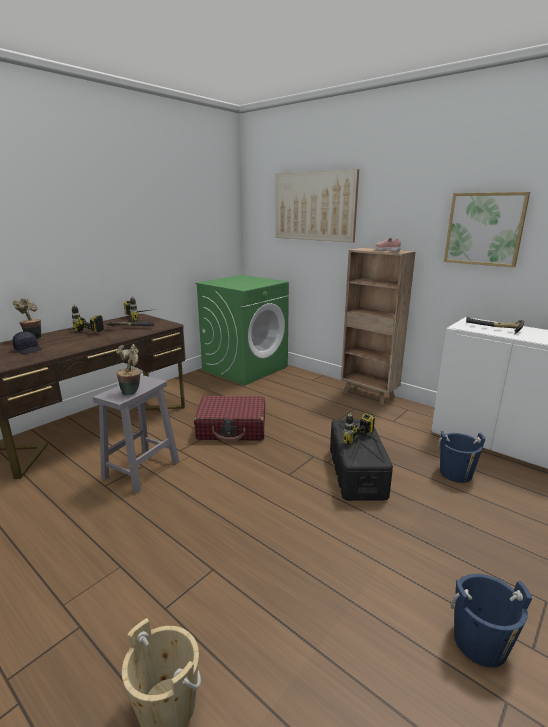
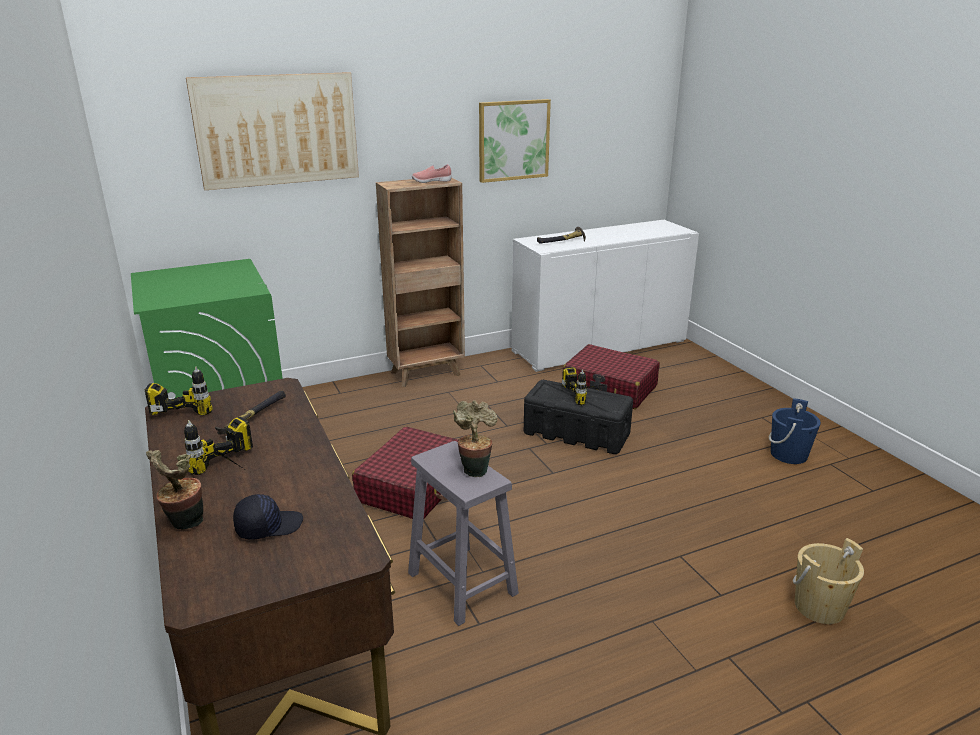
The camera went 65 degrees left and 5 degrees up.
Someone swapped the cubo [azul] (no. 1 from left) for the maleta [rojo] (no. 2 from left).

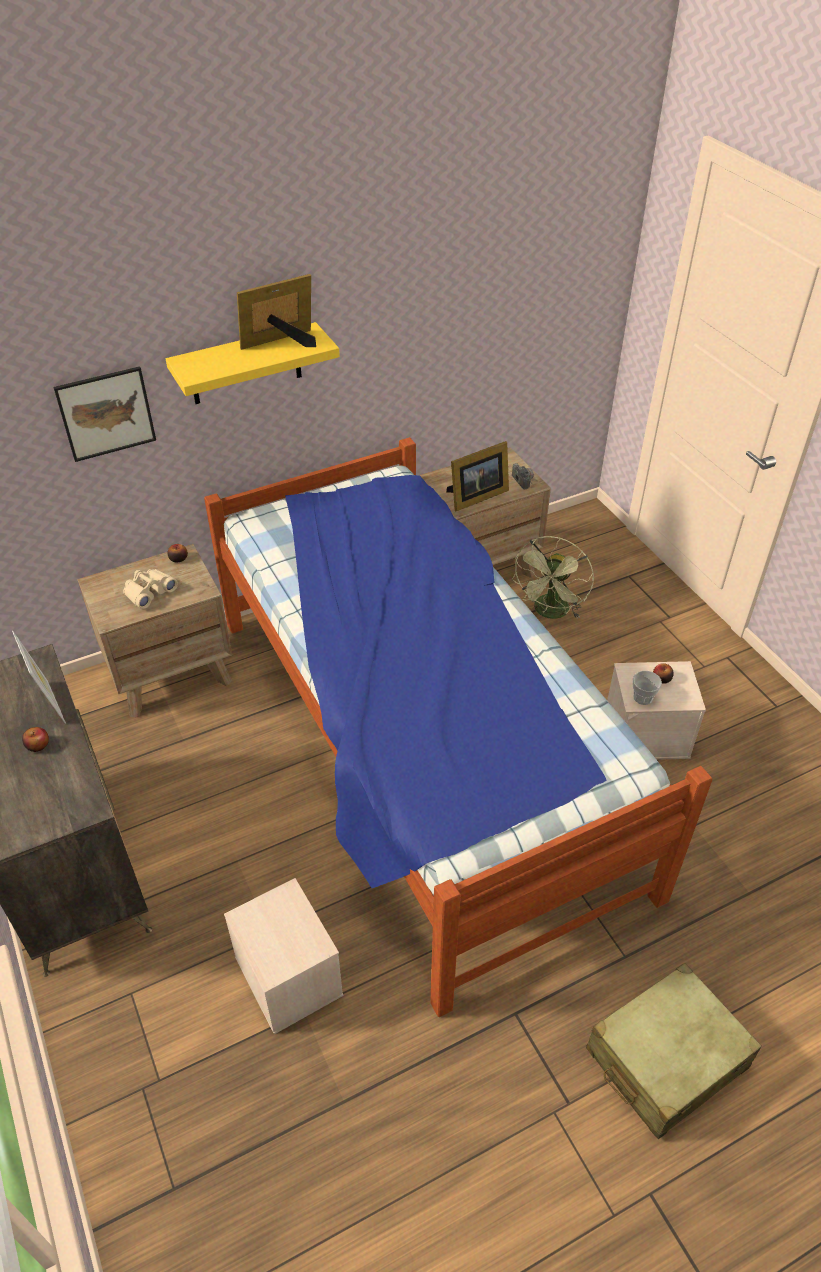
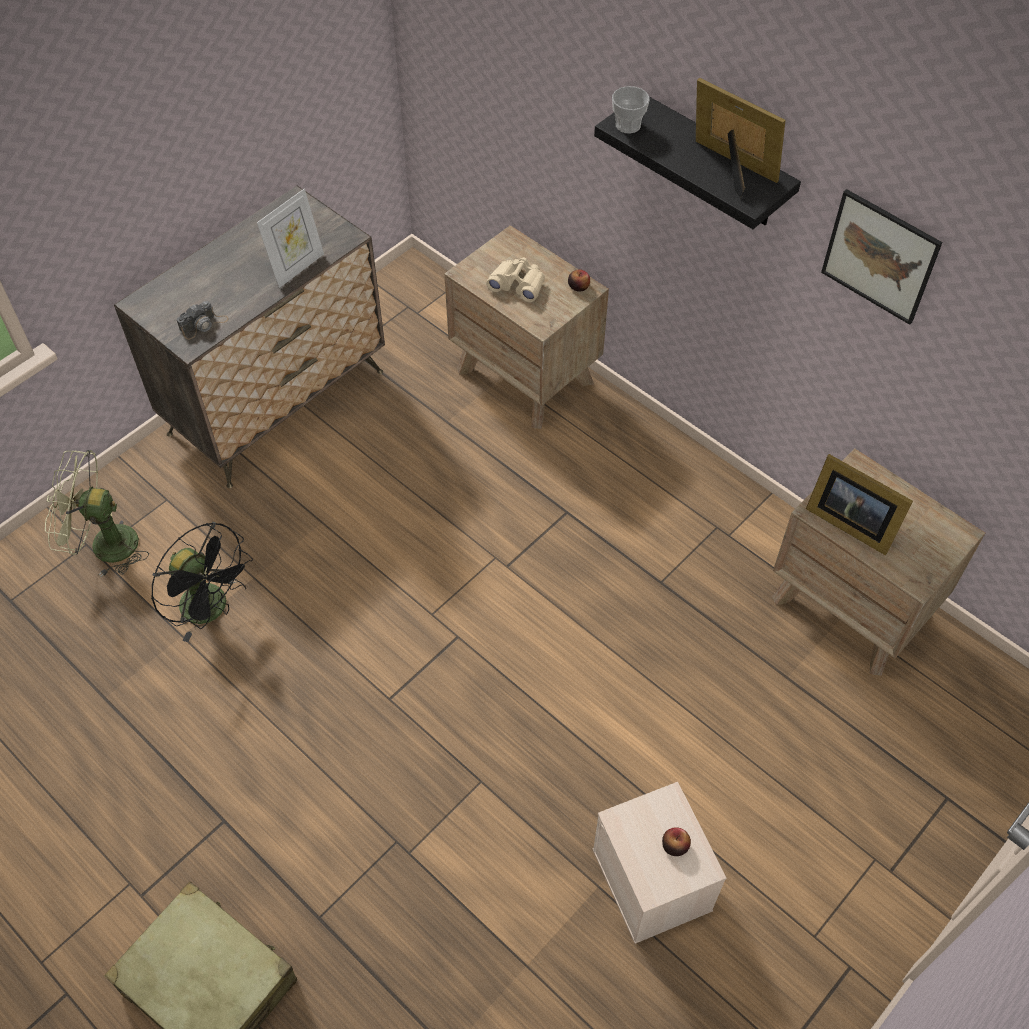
The camera went 70 degrees right and 10 degrees up.
Someone repainted the estante [amarillo], which became the estante [negro].
Someone carried the cuadro.
Someone took away the cama.
Someone carried the cámara.
Someone carried the ventilador [verde].
Someone carried the taza.
Someone took away the manzana (no. 1 from left).
Someone swapped the caja de almacenaje [beis] (no. 1 from left) for the ventilador [negro].

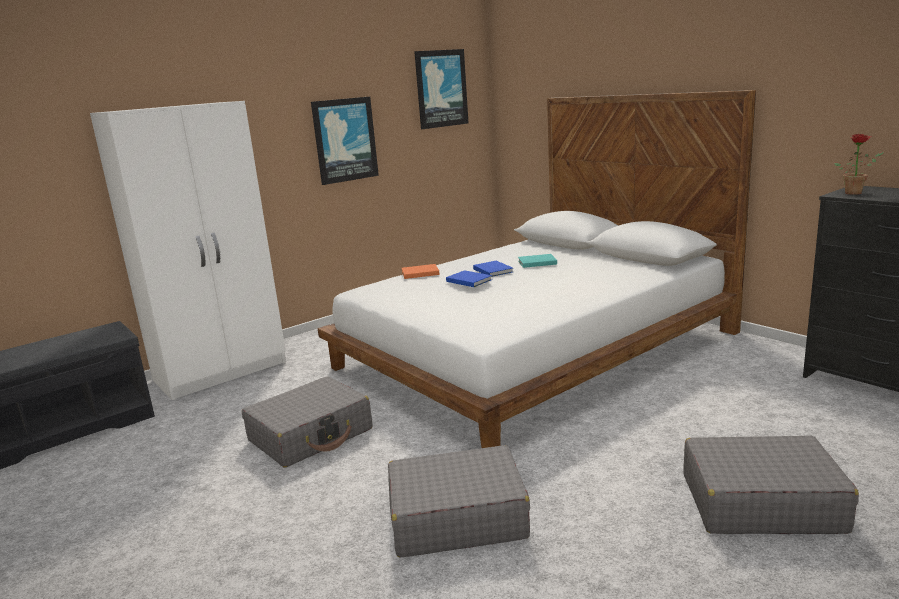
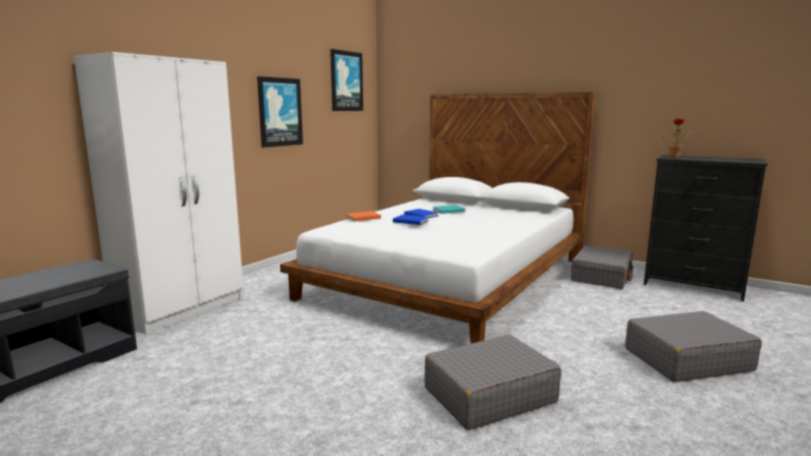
The camera went 20 degrees left and 5 degrees down.
Someone carried the maleta [gris] (no. 1 from left in the first image).

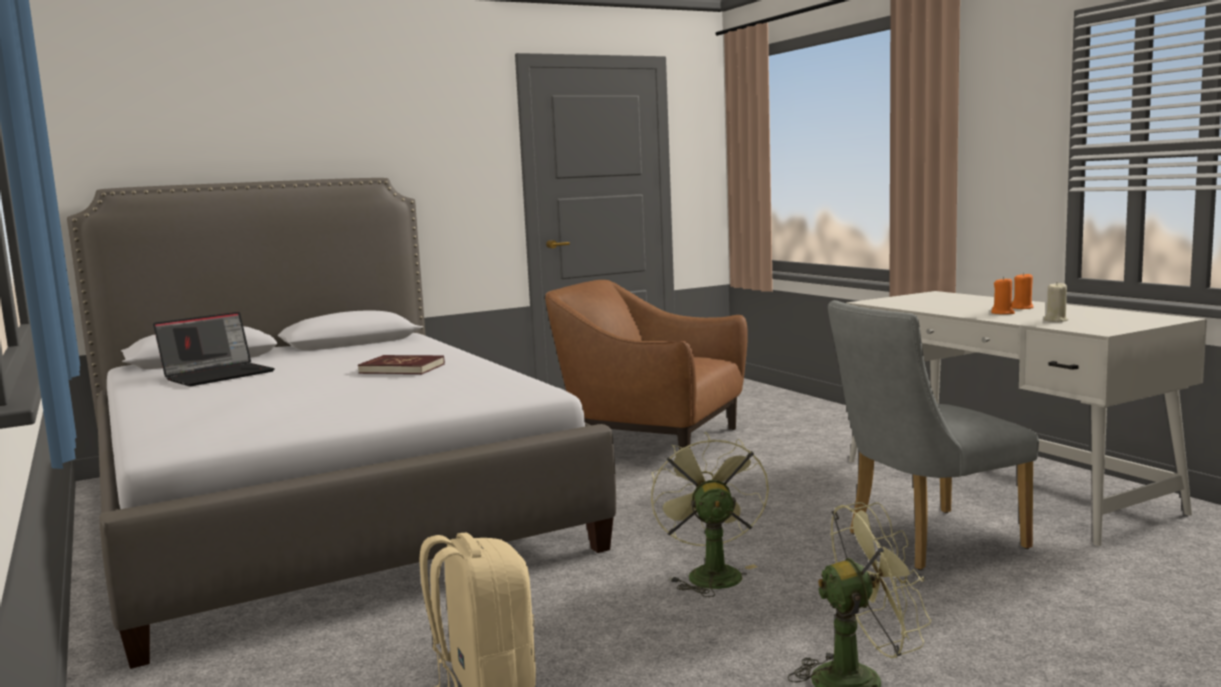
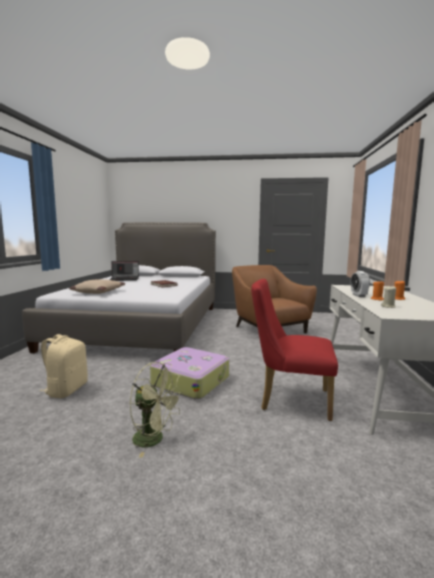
The camera went 35 degrees right and 0 degrees up.
Someone repainted the silla [gris], which became the silla [rojo].
Someone swapped the ventilador [verde] (no. 1 from left) for the maleta.
Someone put down the despertador.
Someone put down the cojín [beis].

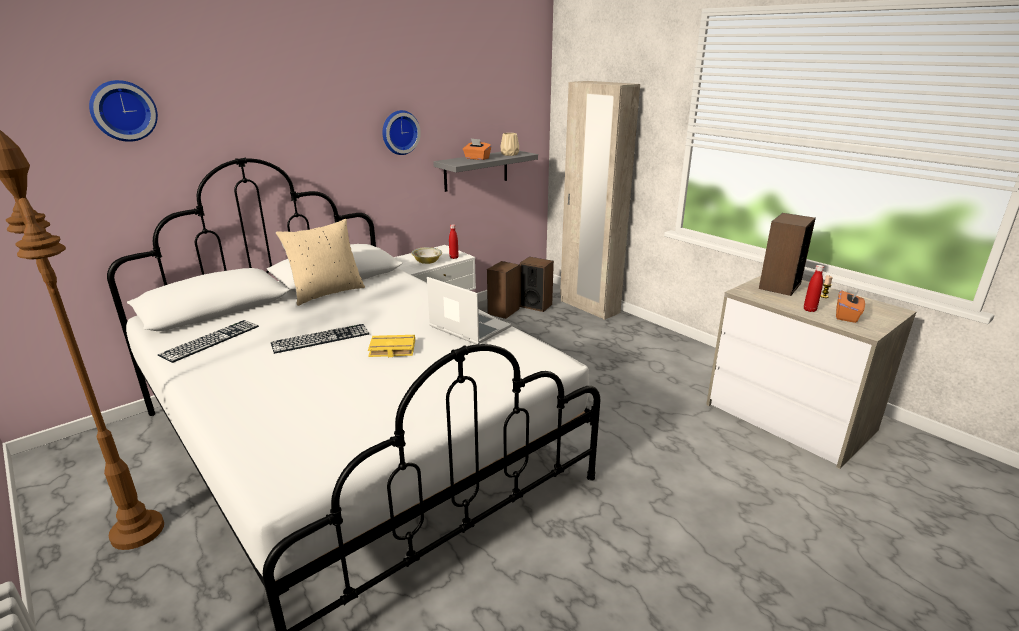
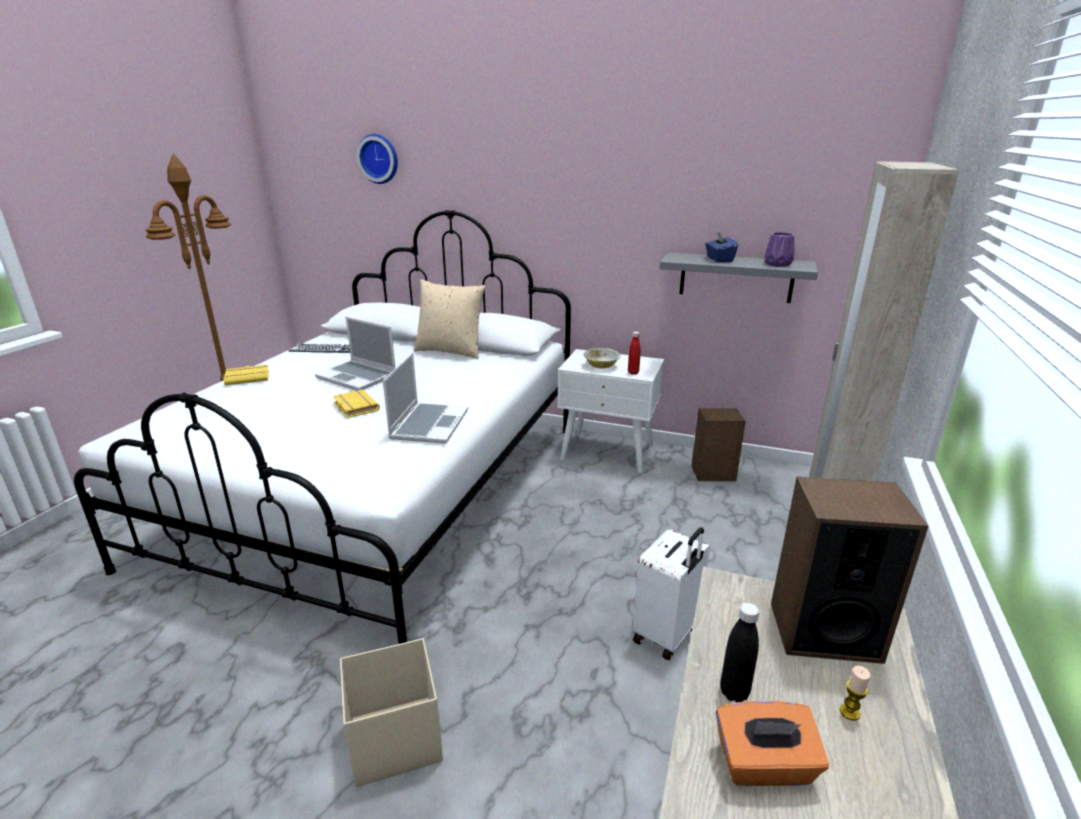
The camera went 60 degrees right and 0 degrees up.
Someone took away the reloj de pared (no. 2 from left).
Someone repainted the florero [beis], which became the florero [morado].
Someone repainted the caja de pañuelos [naranja] (no. 1 from left), which became the caja de pañuelos [azul].
Someone took away the altavoz (no. 2 from left).
Someone repainted the botella [rojo] (no. 2 from left), which became the botella [negro].
Someone swapped the teclado (no. 2 from left) for the portátil (no. 1 from left).
Someone put down the libro [amarillo] (no. 1 from left).
Someone put down the maleta [blanco].
Someone put down the caja de almacenaje [beis].

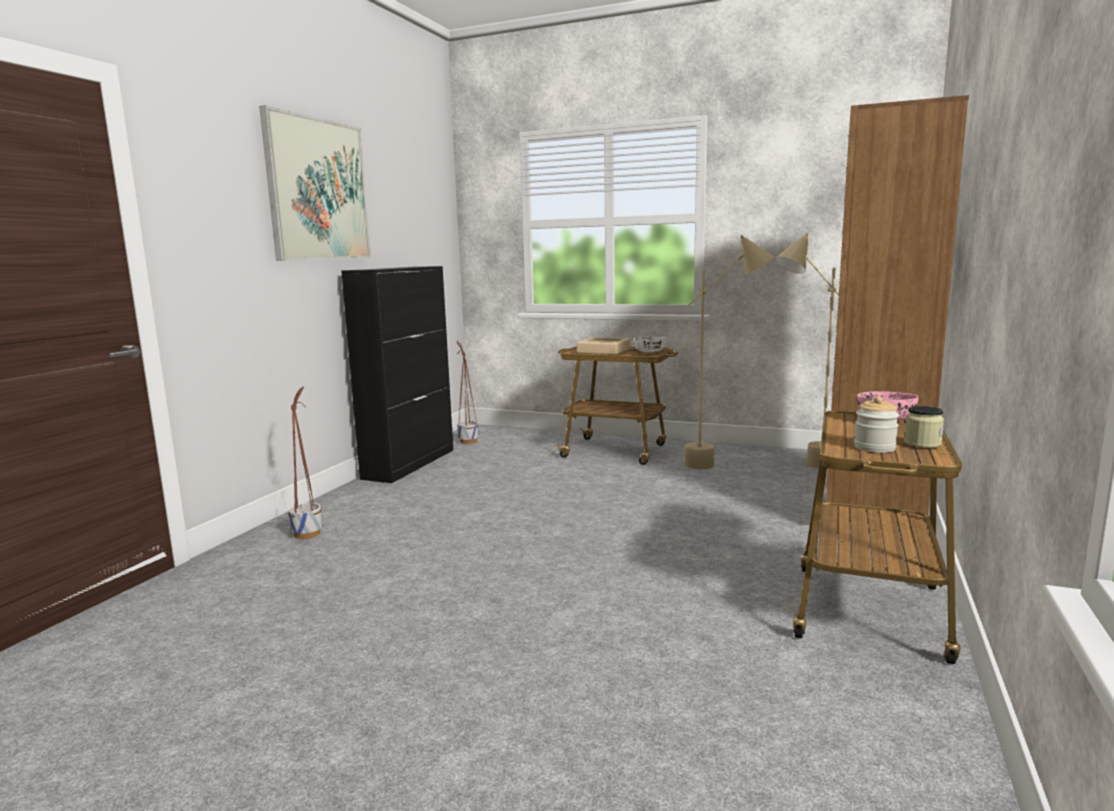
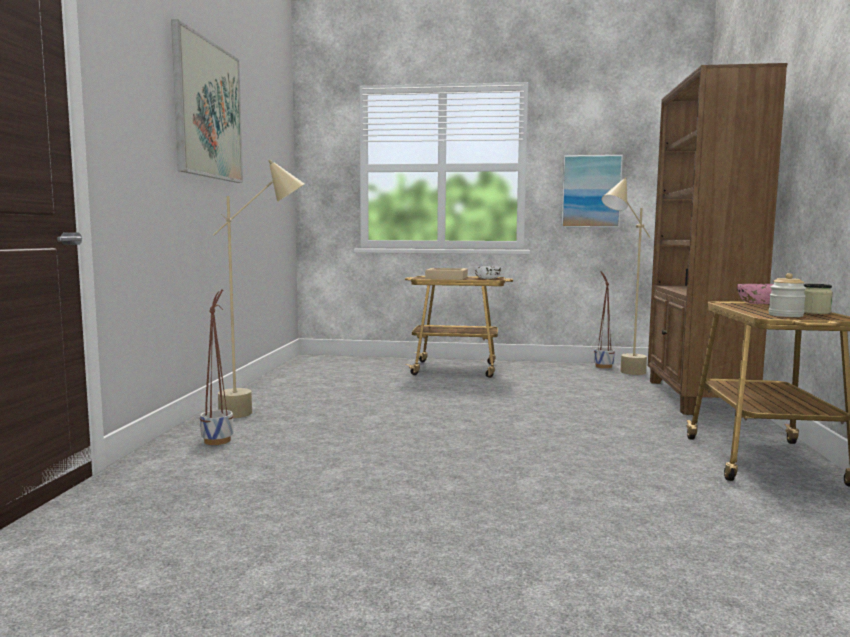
The camera went 15 degrees left and 5 degrees down.
Someone carried the lámpara de pie [beis] (no. 1 from left).
Someone took away the armario [negro].
Someone carried the maceta (no. 2 from left).
Someone put up the cuadro (no. 2 from left).

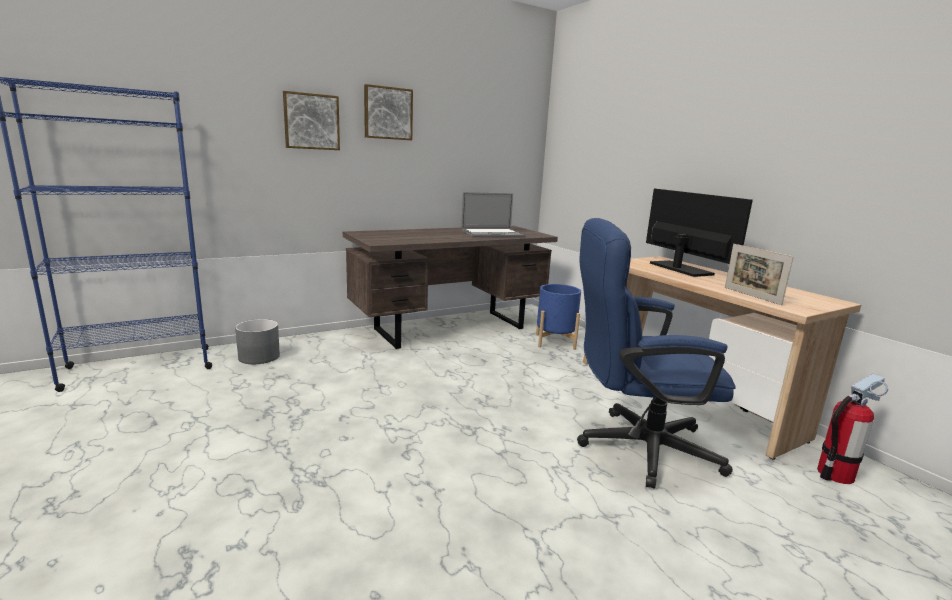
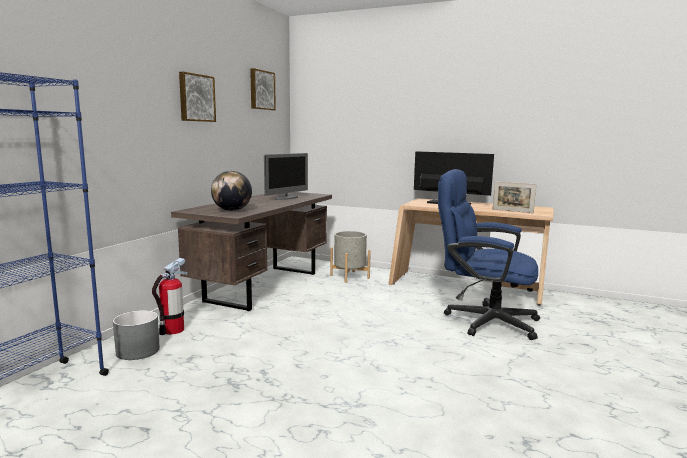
The camera went 35 degrees left and 5 degrees down.
Someone carried the cuadro (no. 1 from left in the first image).
Someone swapped the portátil for the monitor (no. 1 from left).
Someone rotated the silla de oficina [azul] by 60 degrees clockwise.
Someone repainted the maceta [azul], which became the maceta [gris] (no. 2 from left).
Someone carried the extintor.
Someone put down the globo terráqueo.

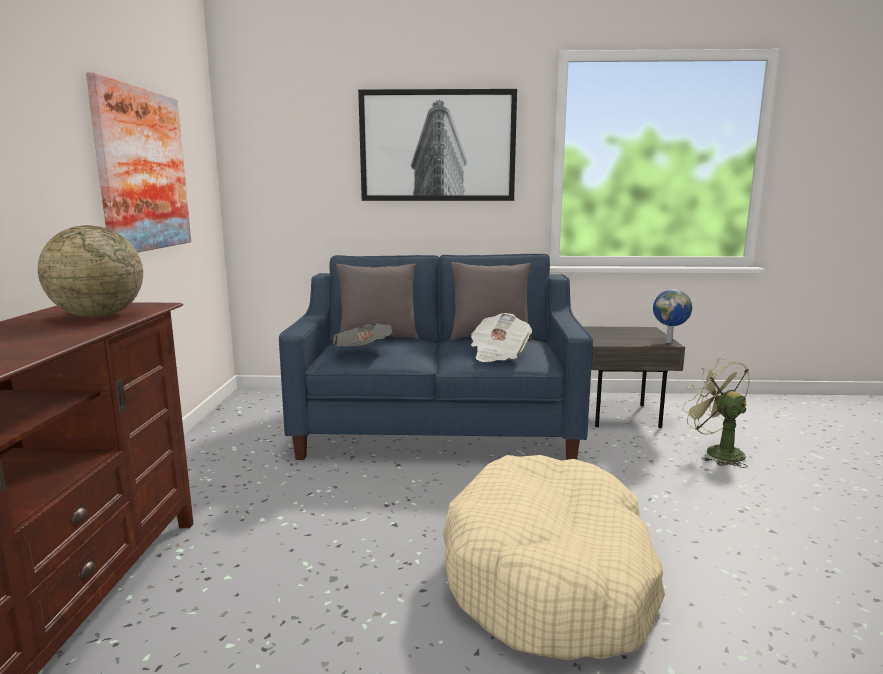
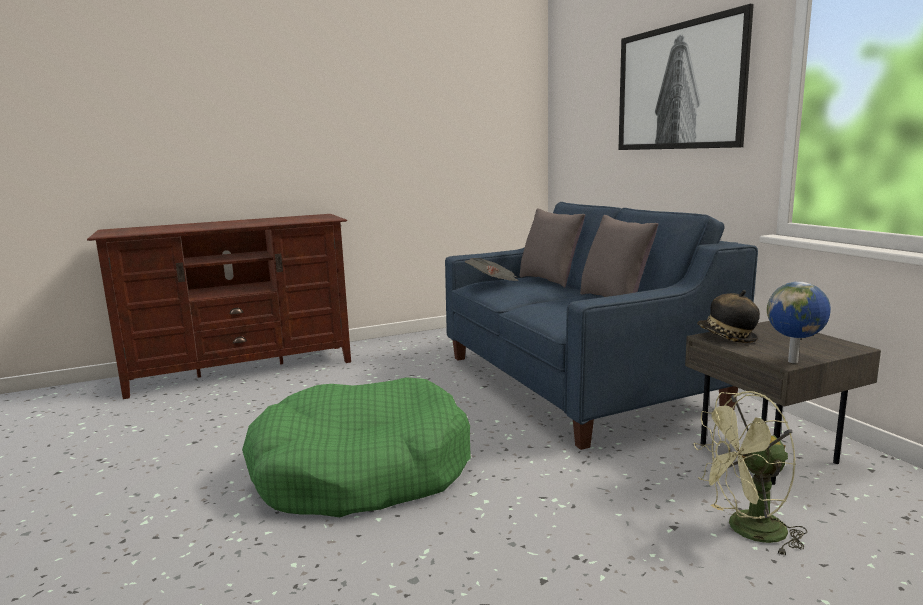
The camera went 65 degrees right and 0 degrees up.
Someone took away the cuadro (no. 1 from left).
Someone took away the globo terráqueo (no. 1 from left).
Someone took away the periódico (no. 2 from left).
Someone rotated the ventilador [verde] by 135 degrees counterclockwise.
Someone repainted the cama para perro [beis], which became the cama para perro [verde].
Someone put down the sombrero.

